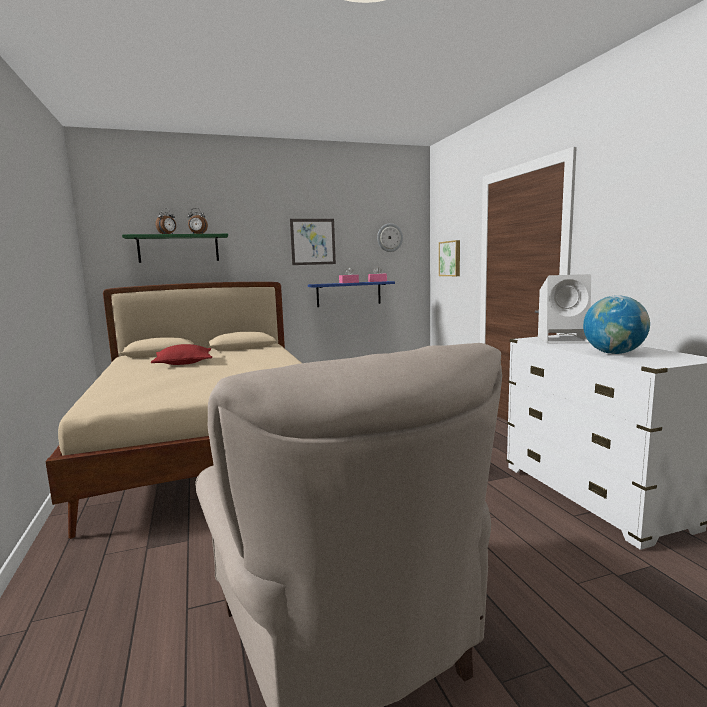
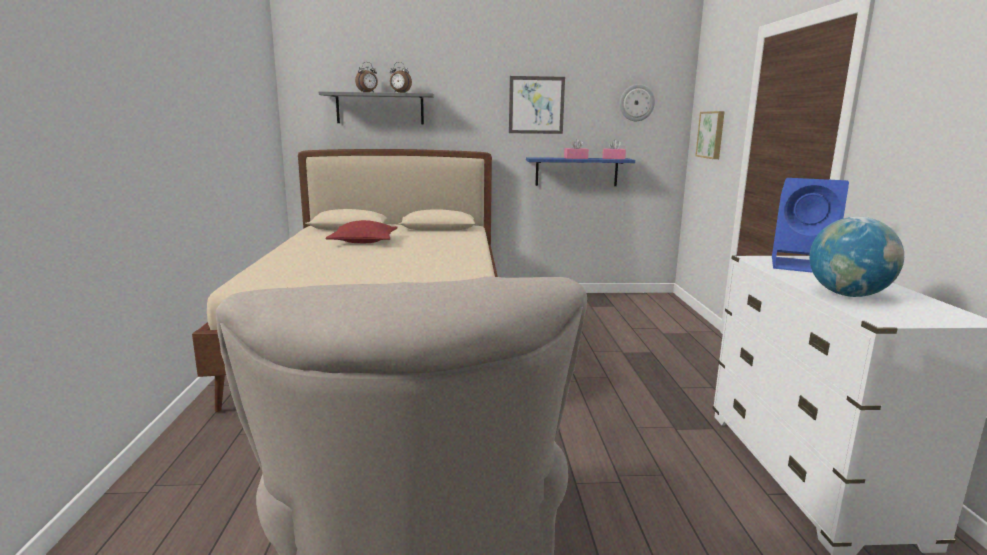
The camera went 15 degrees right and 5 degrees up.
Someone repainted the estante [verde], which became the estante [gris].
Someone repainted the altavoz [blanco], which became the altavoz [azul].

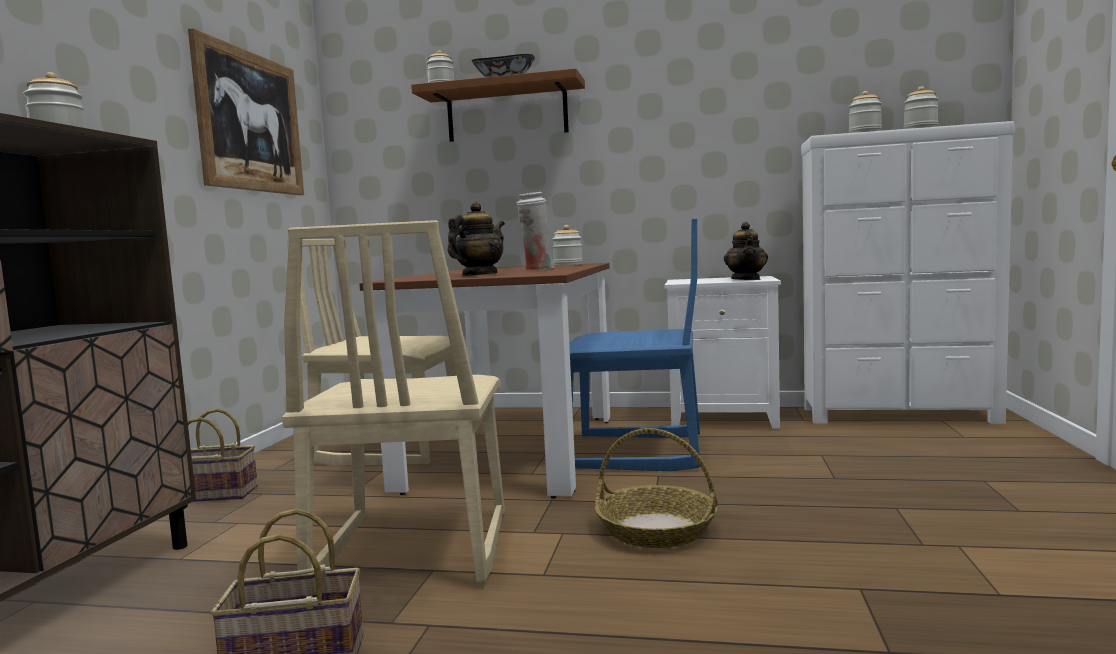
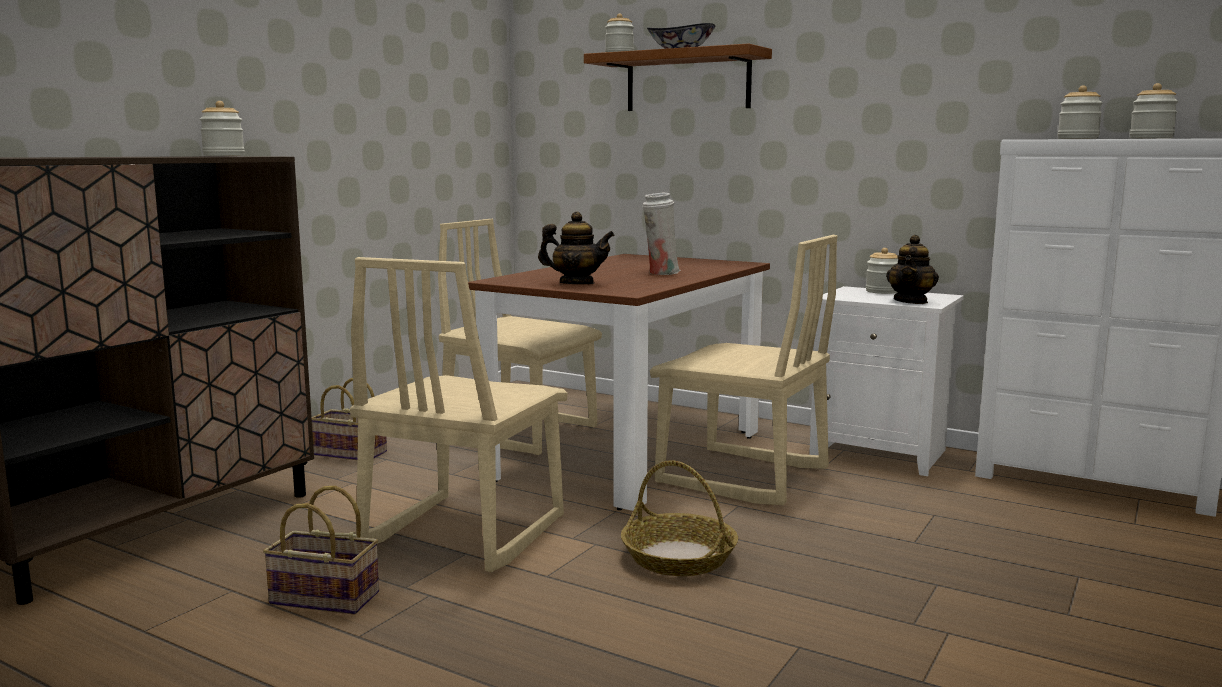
The camera went 20 degrees right and 5 degrees up.
Someone took away the cuadro.
Someone rotated the tetera (no. 1 from left) by 45 degrees clockwise.
Someone repainted the silla [azul], which became the silla [beis] (no. 3 from left).
Someone carried the tarro (no. 3 from left).

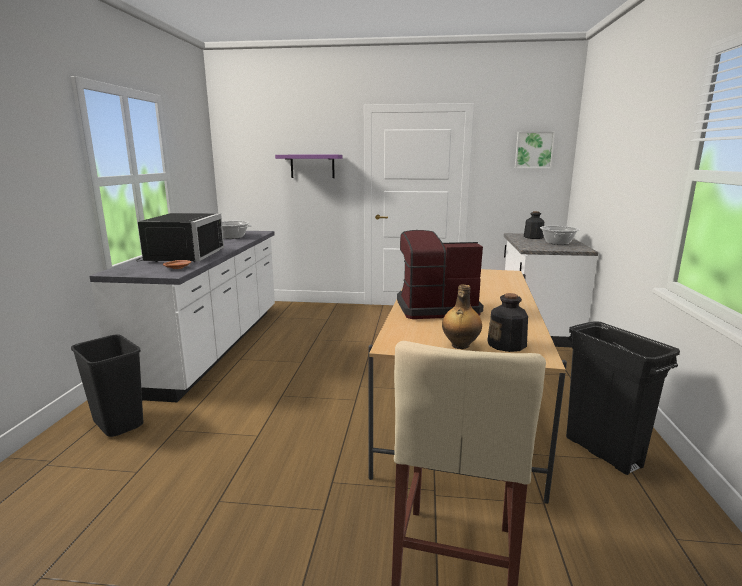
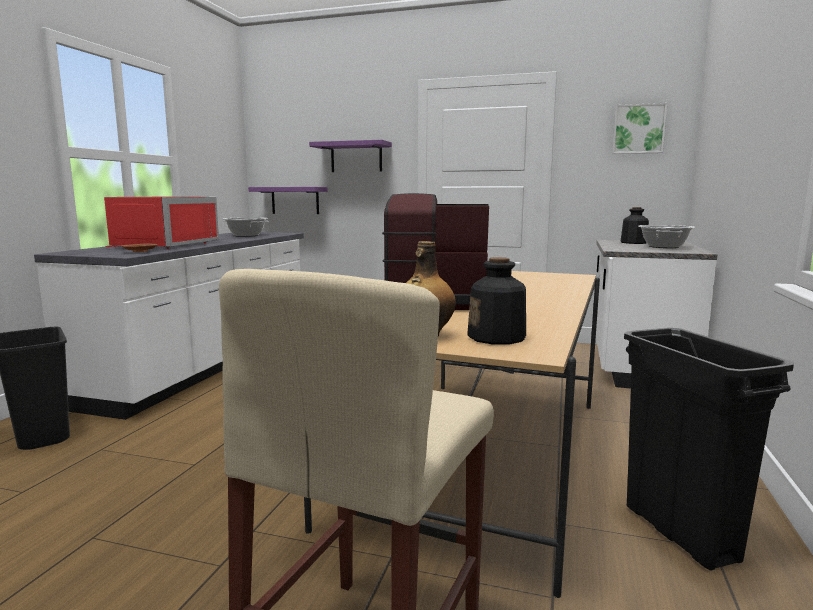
The camera went 10 degrees right and 5 degrees down.
Someone repainted the microondas [negro], which became the microondas [rojo].
Someone put up the estante [morado] (no. 1 from left).

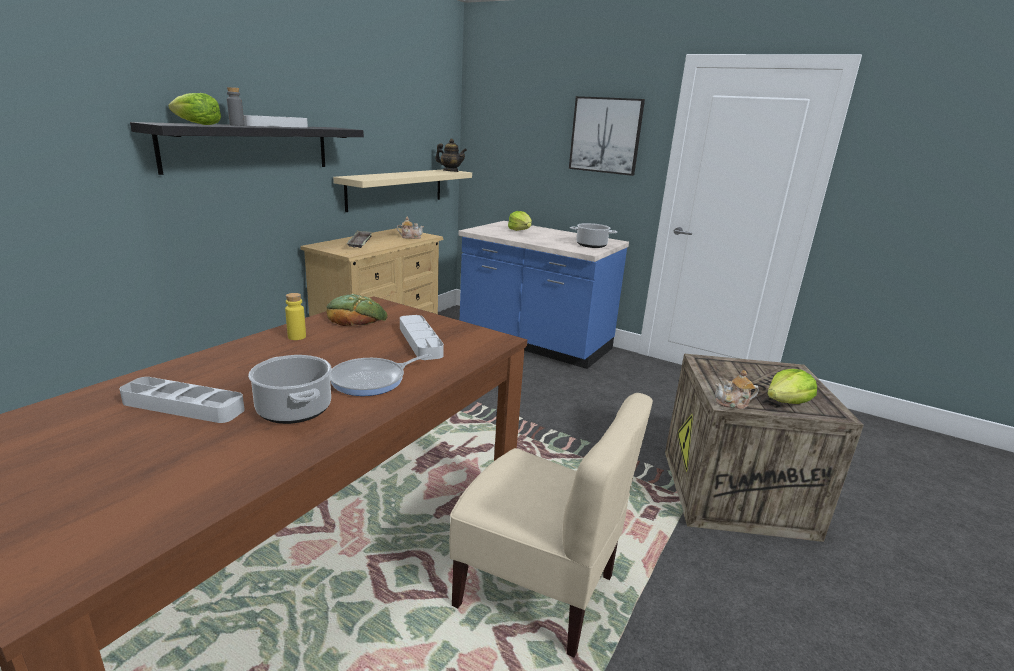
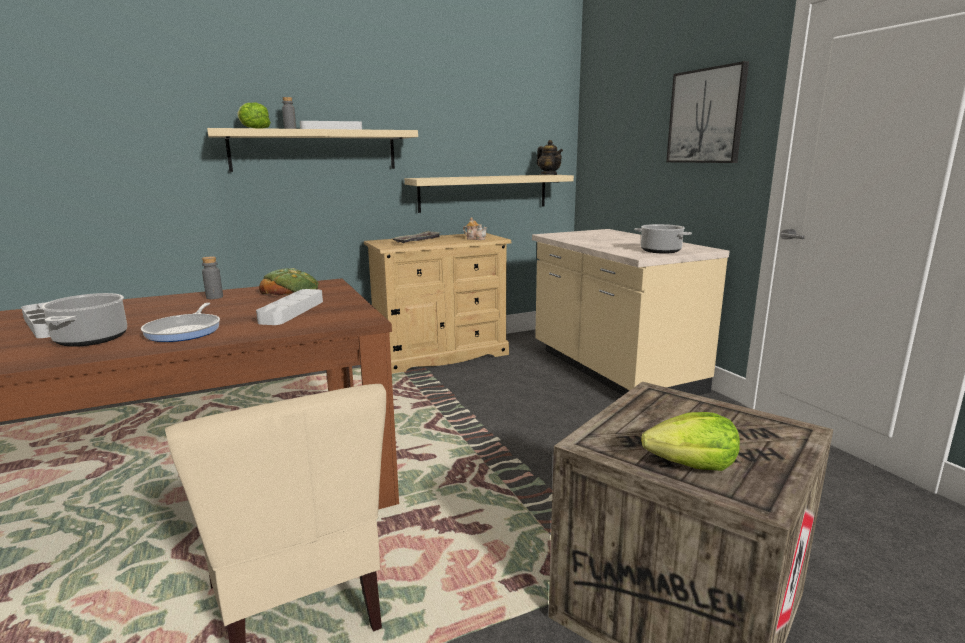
The camera went 35 degrees right and 5 degrees down.
Someone repainted the estante [negro], which became the estante [beis] (no. 1 from left).
Someone took away the lechuga (no. 2 from left).
Someone repainted the mueble bajo de cocina [azul], which became the mueble bajo de cocina [beis].
Someone repainted the botella [amarillo], which became the botella [gris] (no. 1 from left).
Someone rotated the sartén by 90 degrees counterclockwise.
Someone took away the tetera (no. 3 from left).

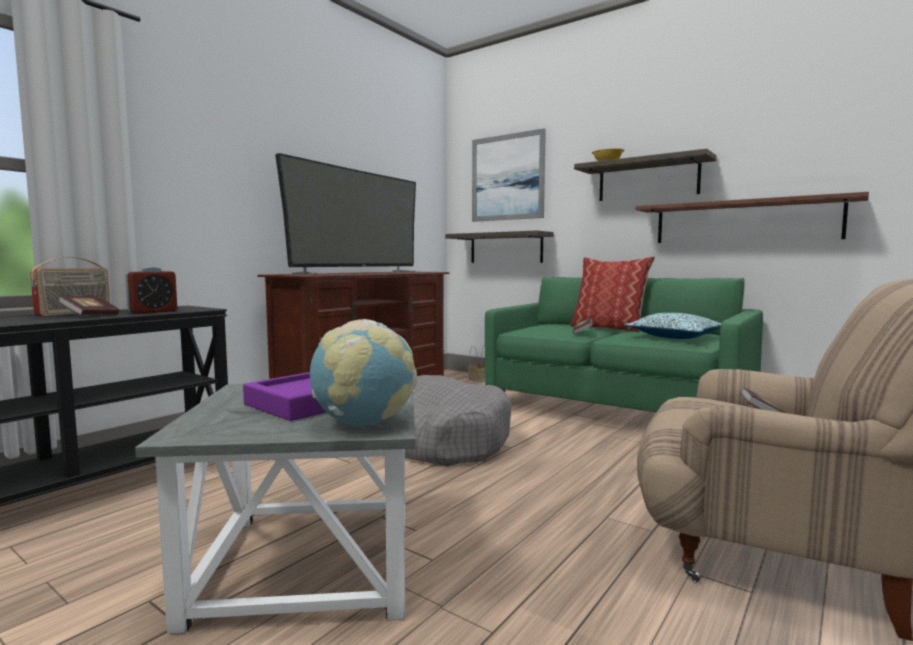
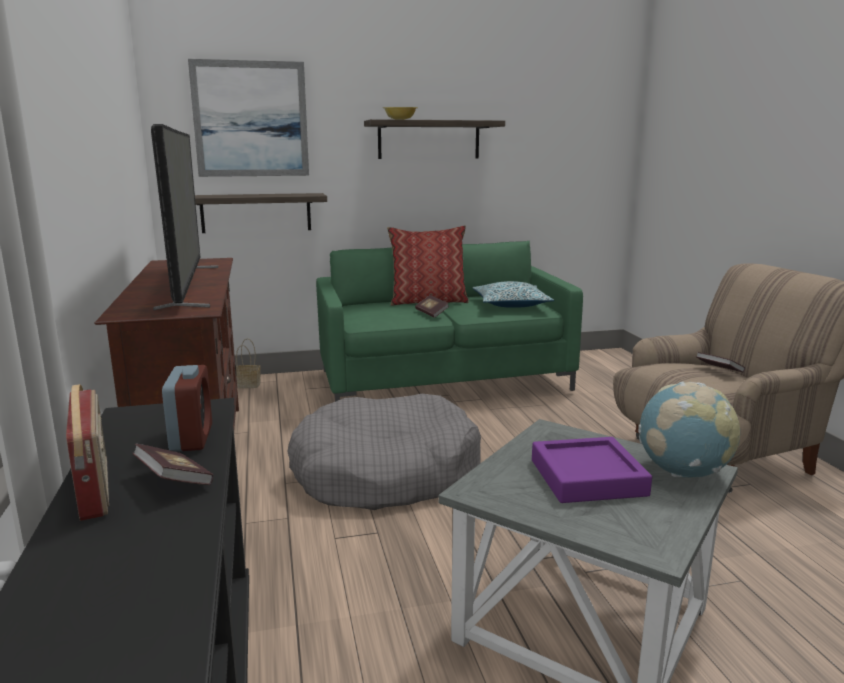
The camera went 50 degrees left and 10 degrees up.
Someone took away the estante (no. 3 from left).

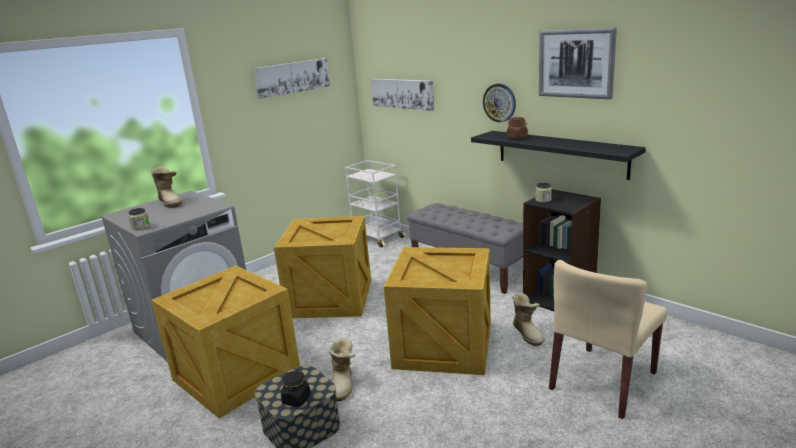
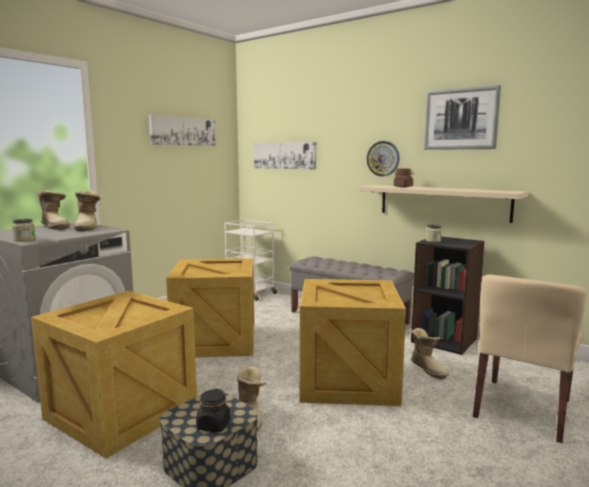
The camera went 10 degrees left and 10 degrees down.
Someone repainted the estante [negro], which became the estante [beis].
Someone put down the bota (no. 2 from left).

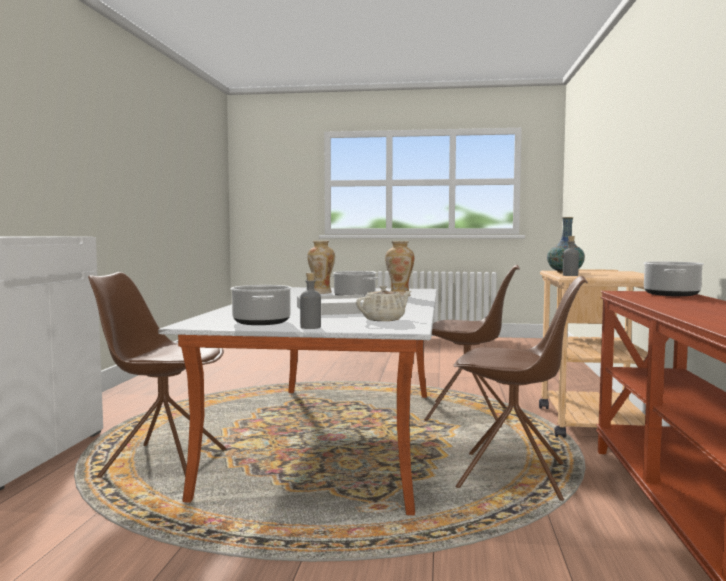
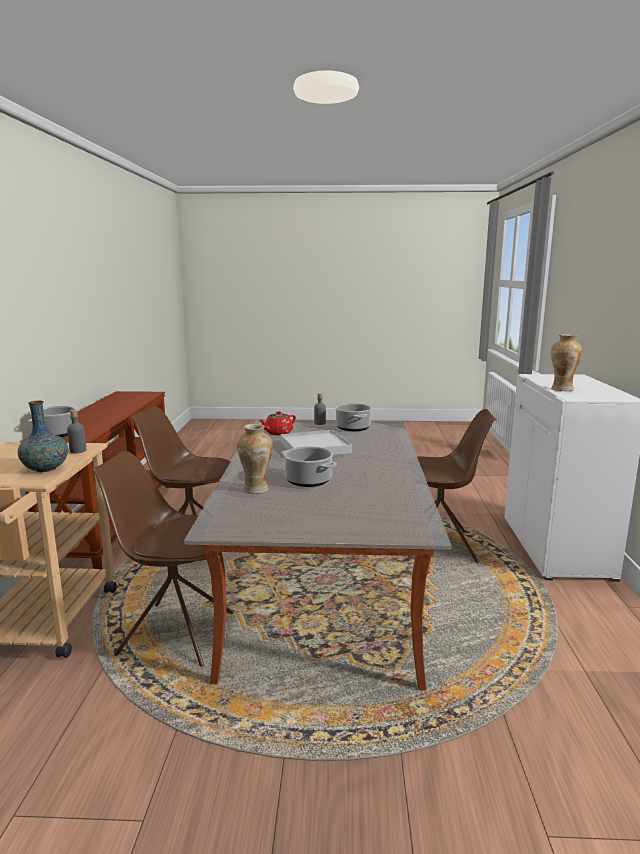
The camera went 175 degrees right and 10 degrees up.
Someone carried the florero (no. 1 from left in the first image).
Someone repainted the tetera [beis], which became the tetera [rojo].

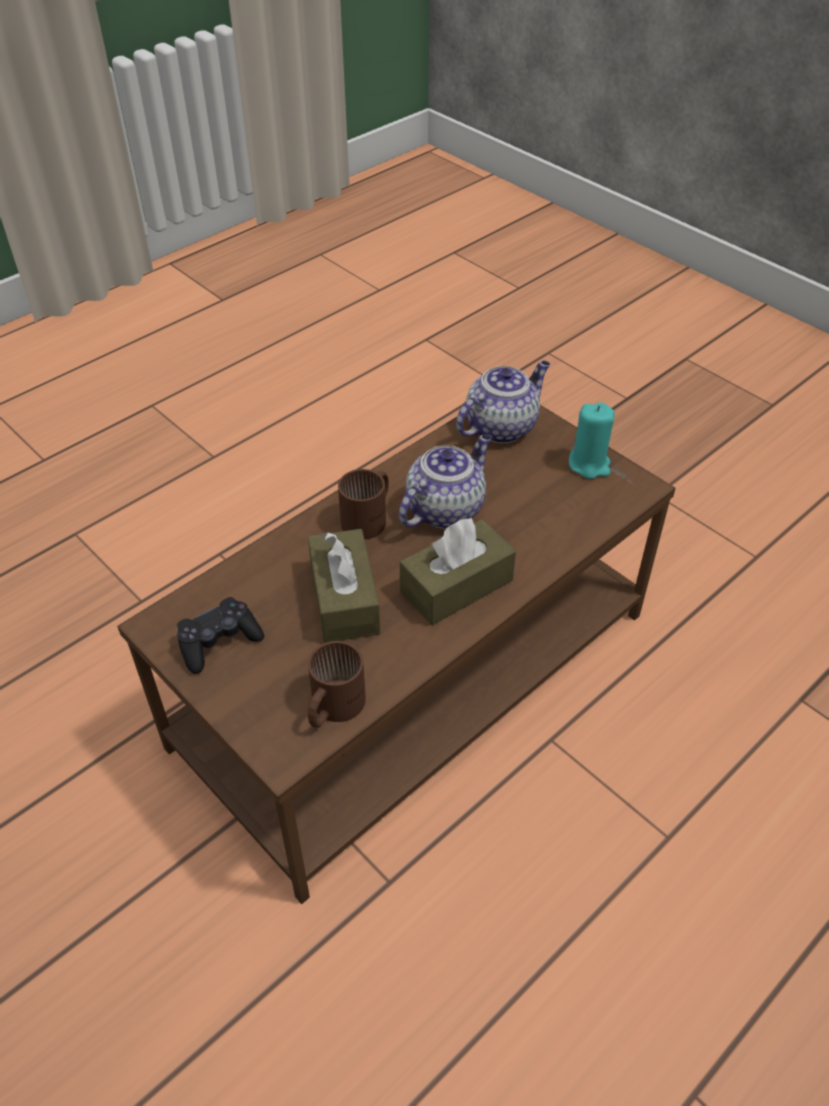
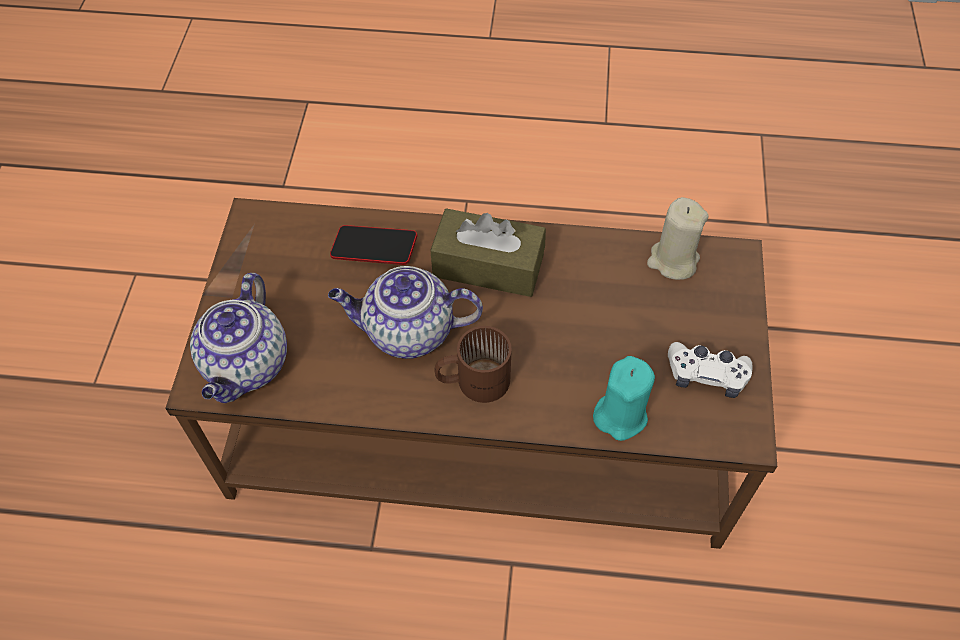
The camera went 130 degrees left and 10 degrees up.
Someone rotated the tetera (no. 2 from left in the first image) by 90 degrees counterclockwise.
Someone carried the vela [turquesa].
Someone took away the caja de pañuelos [marrón] (no. 1 from left).
Someone repainted the mando de consola [negro], which became the mando de consola [blanco].
Someone swapped the taza grande [marrón] (no. 1 from left) for the vela [beis].
Someone put down the móvil.

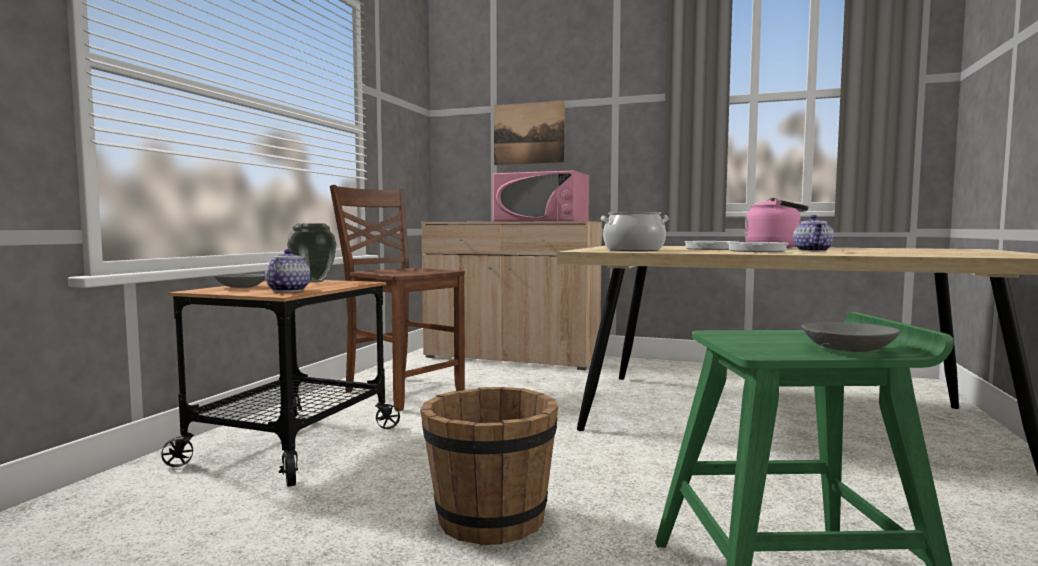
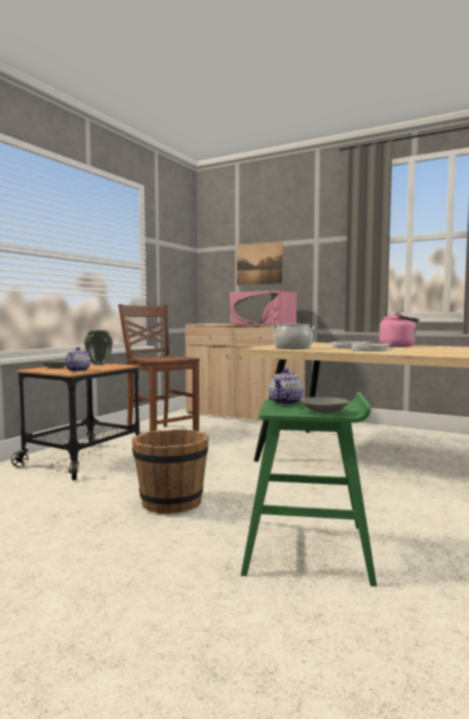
The camera went 10 degrees right and 0 degrees up.
Someone carried the tetera (no. 2 from left).

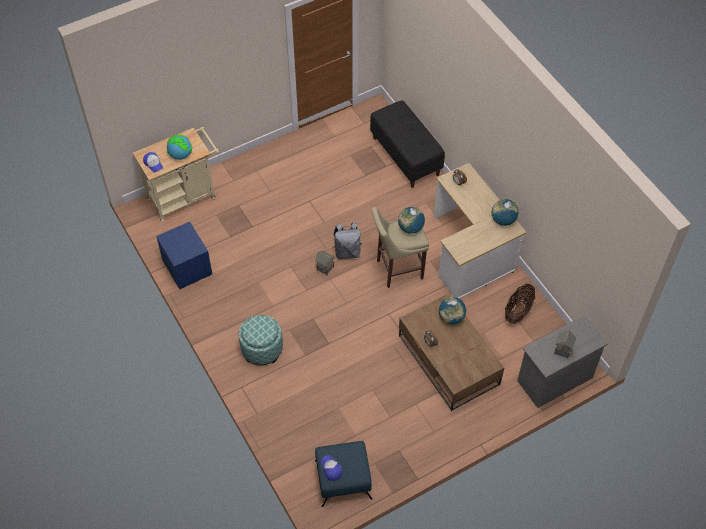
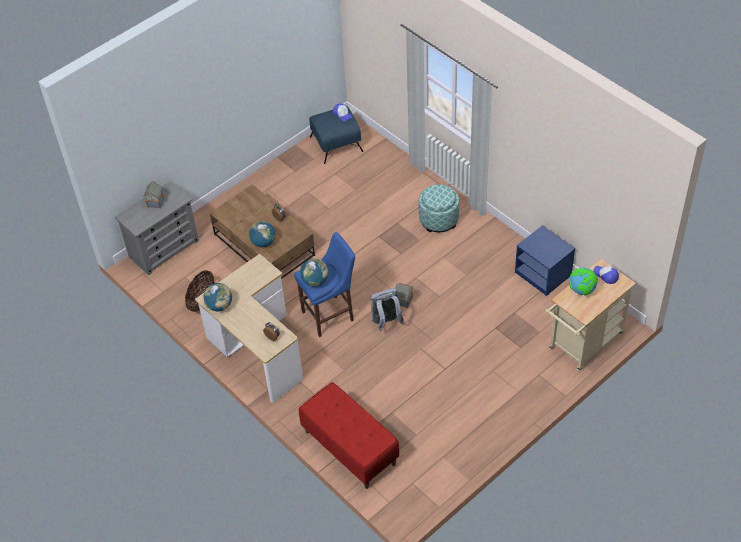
The camera went 170 degrees right and 5 degrees down.
Someone repainted the banco [negro], which became the banco [rojo].
Someone repainted the taburete [beis], which became the taburete [azul].

